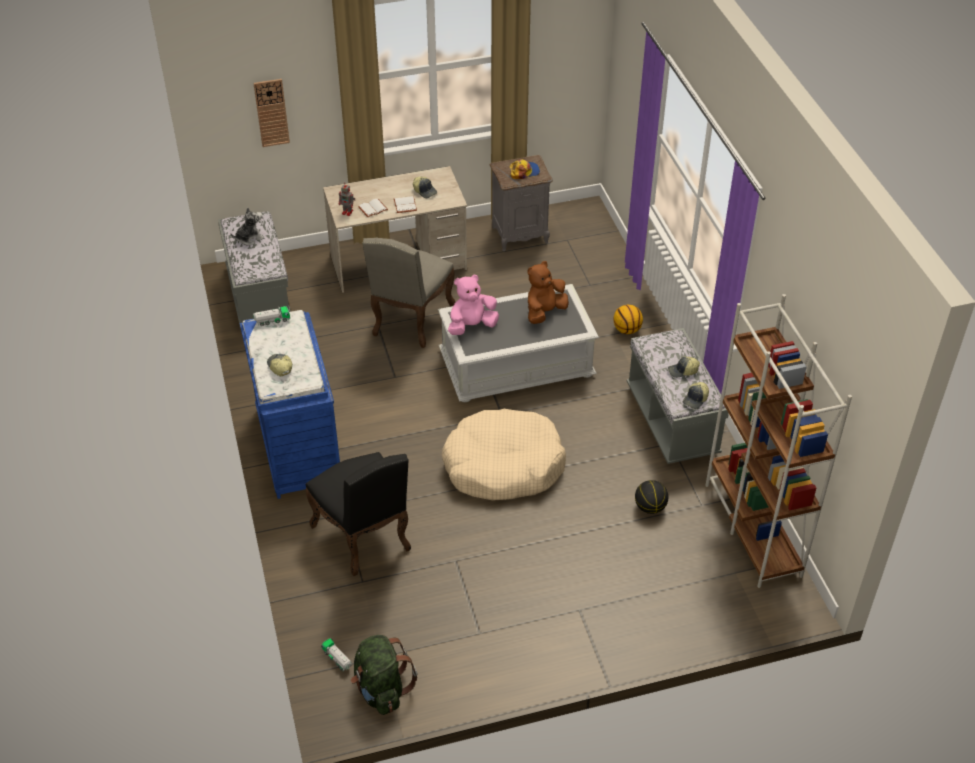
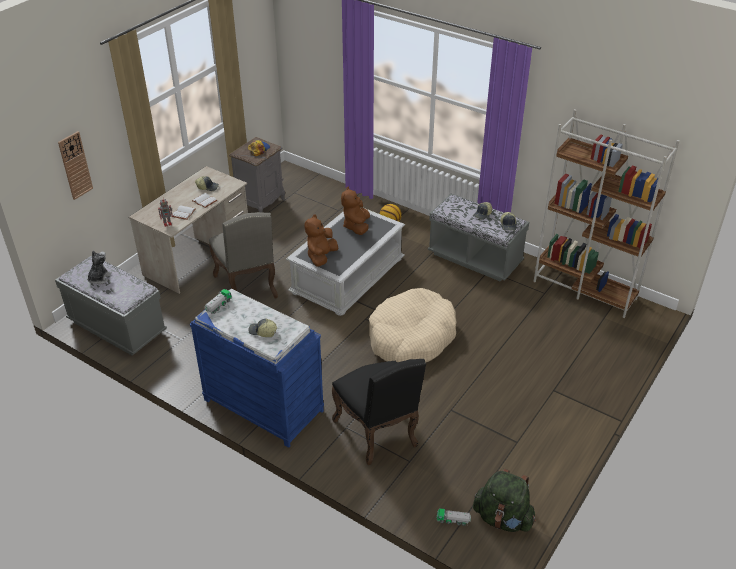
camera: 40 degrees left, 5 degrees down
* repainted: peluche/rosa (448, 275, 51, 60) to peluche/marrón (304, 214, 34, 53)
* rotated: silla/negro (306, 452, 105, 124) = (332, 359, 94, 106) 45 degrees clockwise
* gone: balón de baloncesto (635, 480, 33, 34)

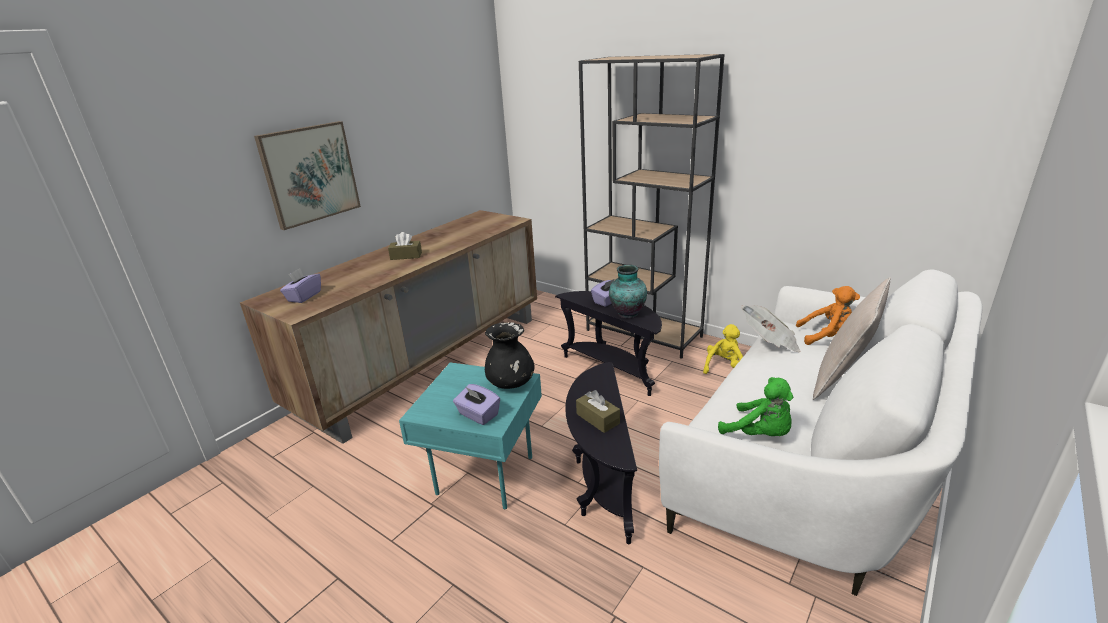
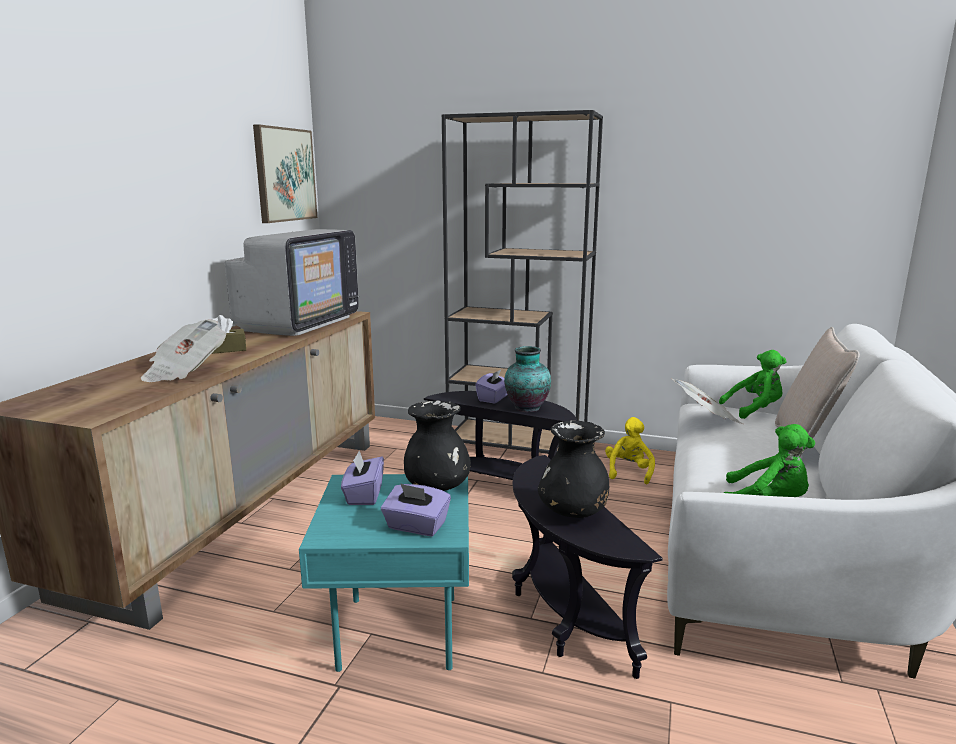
camera: 20 degrees left, 10 degrees down
* new: periódico (141, 319, 85, 63)
* new: televisor (225, 229, 134, 107)
* shifted: cuadro (254, 121, 107, 109) to (253, 124, 64, 99)
* shifted: caja de pañuelos/morado (280, 269, 41, 34) to (341, 451, 43, 54)
* swapped: caja de pañuelos/marrón (576, 390, 44, 43) to florero/negro (538, 421, 71, 97)
* repainted: peluche/naranja (796, 286, 64, 59) to peluche/verde (719, 350, 68, 69)

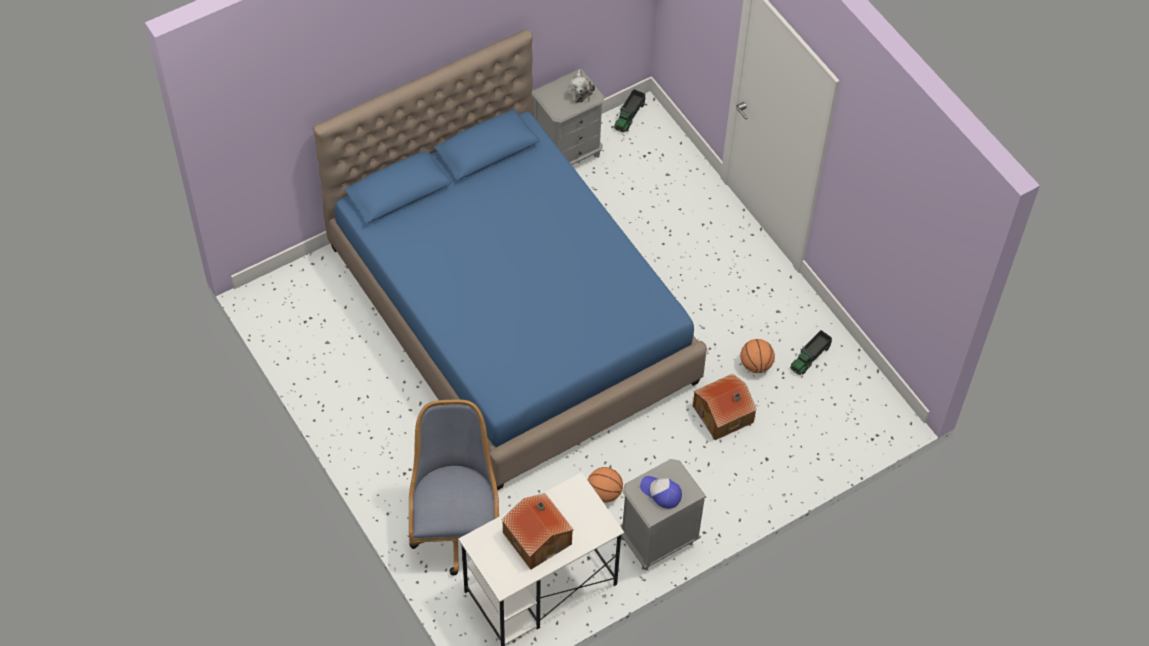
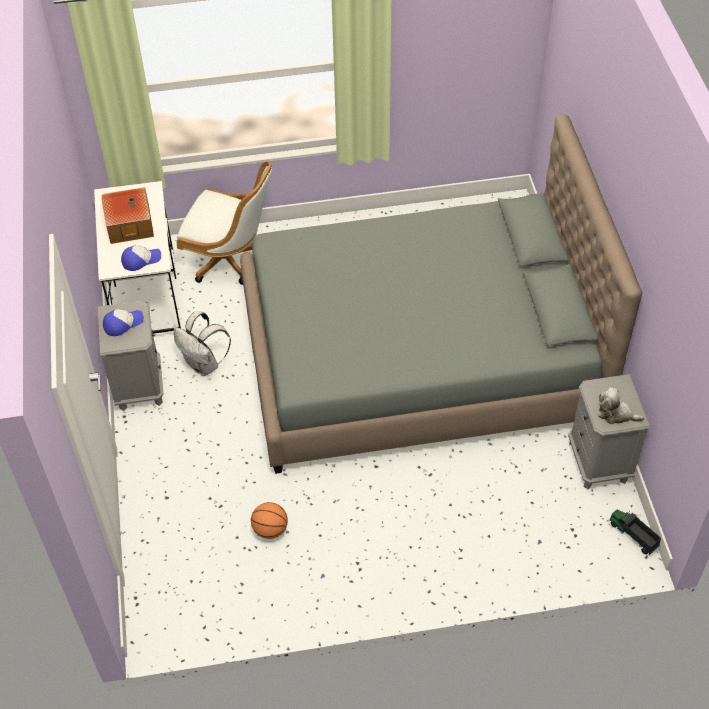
camera: 115 degrees right, 5 degrees down
* new: gorra (121, 245, 40, 26)
* swapped: balón de baloncesto (588, 467, 35, 36) to mochila/blanco (174, 311, 57, 65)
* repainted: silla de oficina/azul (409, 400, 90, 175) to silla de oficina/blanco (177, 161, 95, 124)
* repainted: cama/azul (313, 29, 394, 461) to cama/gris (240, 114, 402, 360)
* gone: casita (693, 374, 64, 66)
* gone: camión de juguete (790, 330, 42, 45)

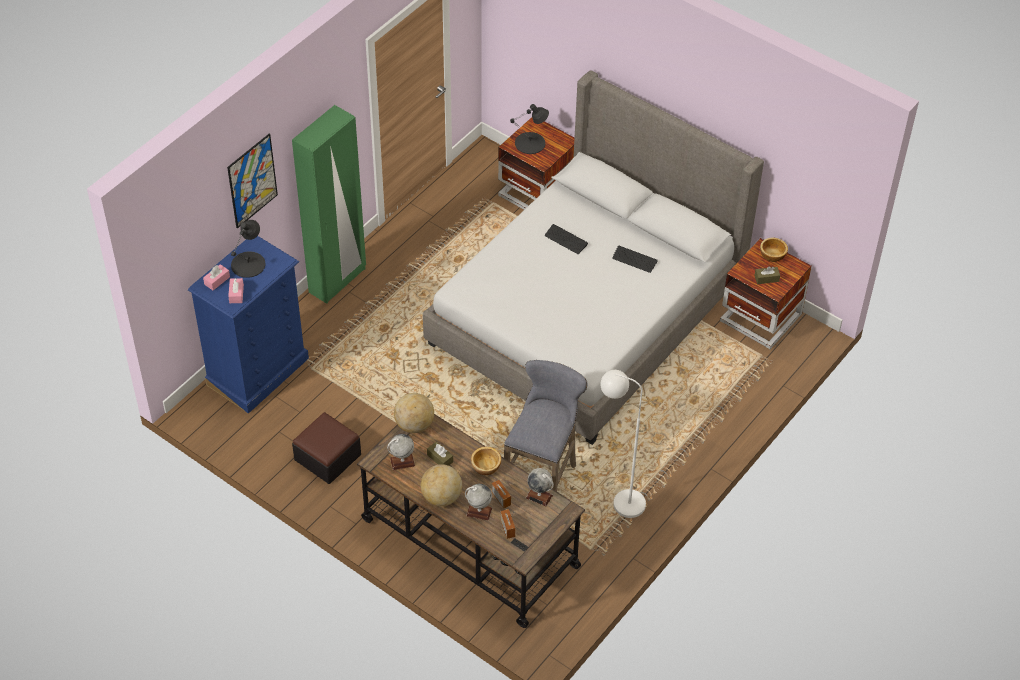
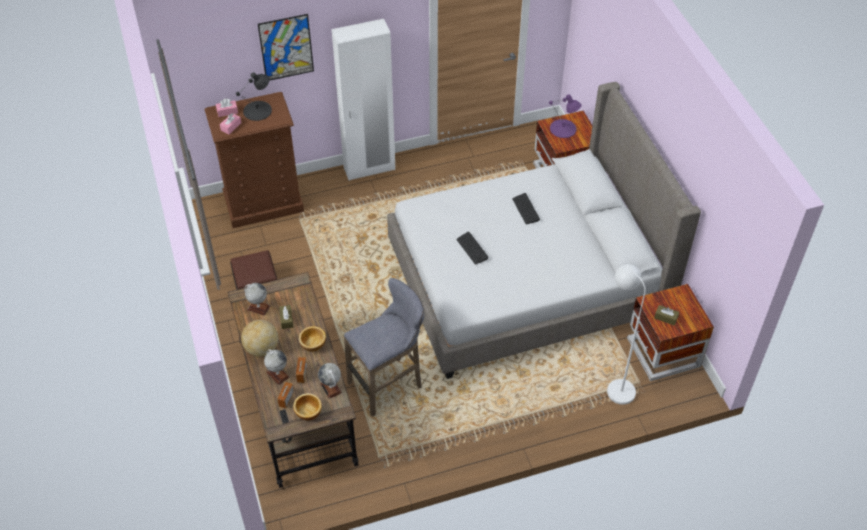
camera: 35 degrees right, 0 degrees up
* repainted: cómoda/azul (188, 236, 121, 178) to cómoda/marrón (204, 92, 100, 136)
* shifted: cuenco (760, 238, 28, 24) to (293, 393, 29, 27)
* repainted: armario ropero/verde (292, 105, 74, 199) to armario ropero/blanco (331, 19, 64, 162)
* shifted: teclado (612, 246, 46, 27) to (456, 232, 33, 33)
* repainted: lámpara de mesa/negro (510, 104, 39, 50) to lámpara de mesa/morado (549, 94, 33, 44)
* shifted: lámpara de pie/blanco (601, 370, 45, 148) to (607, 264, 39, 141)
* gone: globo terráqueo (394, 393, 40, 40)

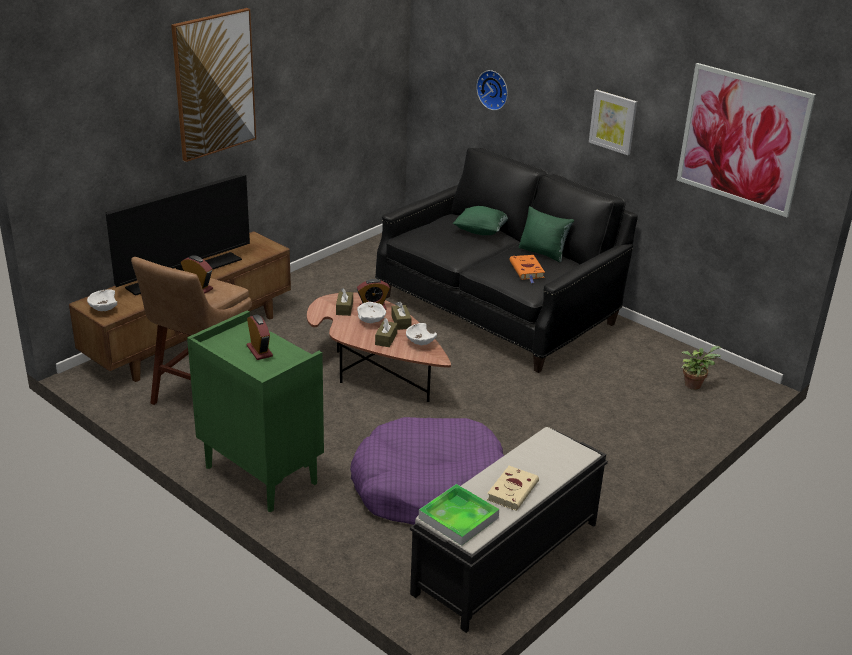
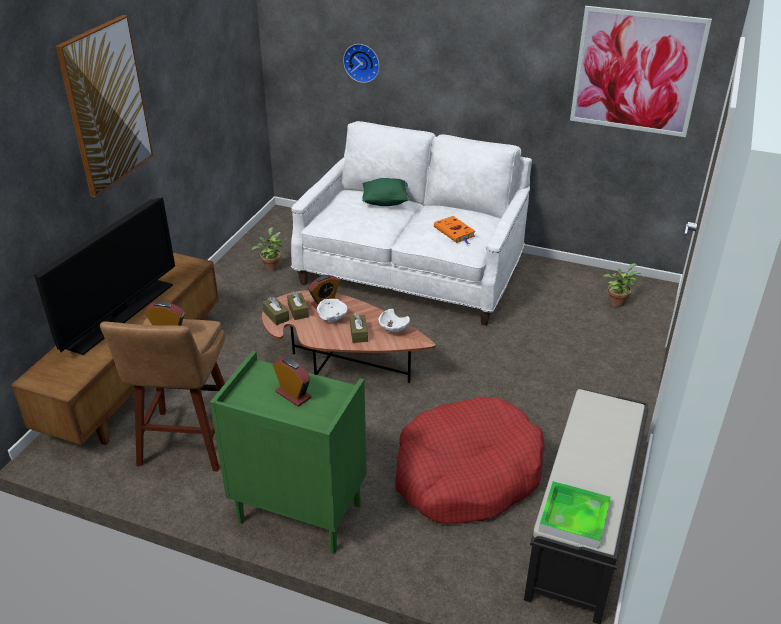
camera: 20 degrees left, 5 degrees up
* new: planta en maceta (252, 227, 30, 45)
* shifted: caja de pañuelos/marrón (391, 302, 21, 28) to (262, 297, 27, 28)
* repainted: sofá/negro (375, 148, 263, 225) to sofá/blanco (291, 121, 241, 205)
* repainted: cama para perro/morado (350, 417, 154, 108) to cama para perro/rojo (395, 397, 150, 127)
* gone: cuenco/blanco (87, 289, 30, 22)
* gone: libro/beis (487, 466, 52, 45)
* gone: cojín/verde (519, 206, 55, 56)
* gone: cuadro (589, 90, 48, 65)

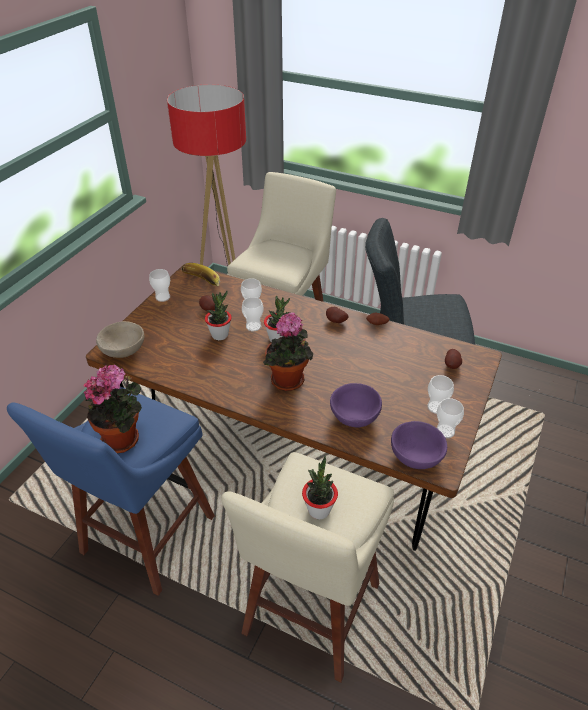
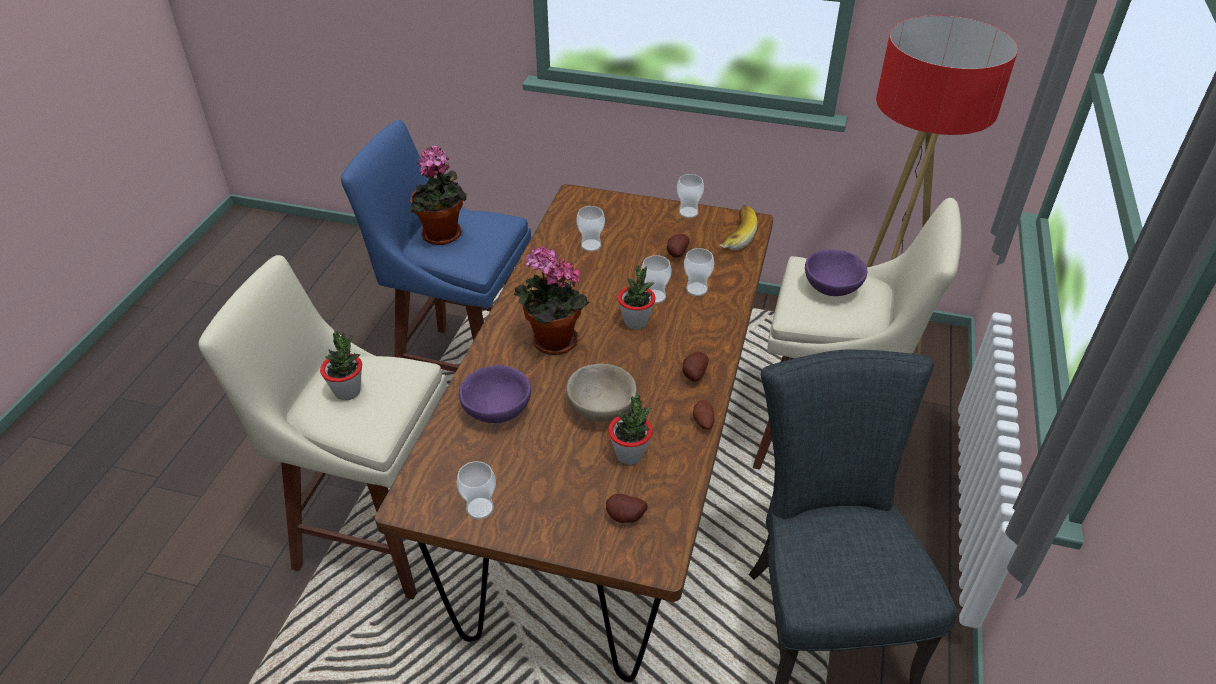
camera: 80 degrees right, 0 degrees up
* shifted: cuenco/beis (96, 321, 48, 37) to (566, 364, 71, 58)
* shifted: taza (427, 375, 27, 39) to (576, 206, 29, 46)
* shifted: planta en maceta (205, 291, 27, 49) to (608, 393, 45, 72)
* shifted: cuenco/morado (391, 421, 56, 48) to (805, 249, 62, 47)

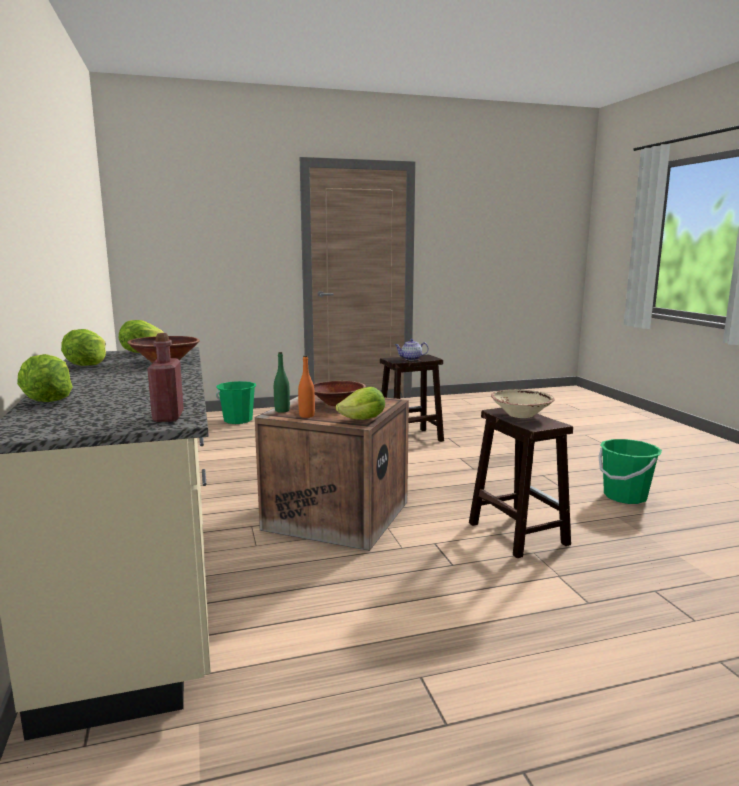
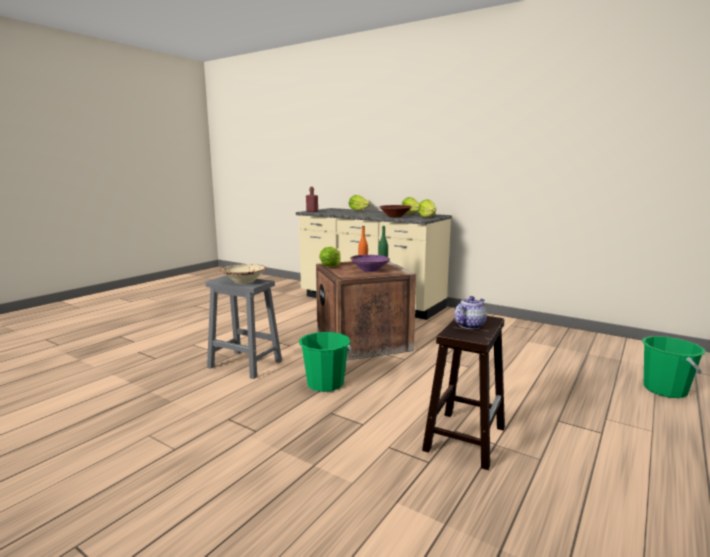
camera: 140 degrees right, 0 degrees up
* repainted: taburete/marrón (469, 408, 104, 150) to taburete/gris (205, 275, 77, 104)
* shifted: cubo/verde (598, 439, 64, 65) to (299, 332, 53, 60)
* repainted: cuenco/marrón (313, 381, 53, 25) to cuenco/morado (350, 255, 40, 17)

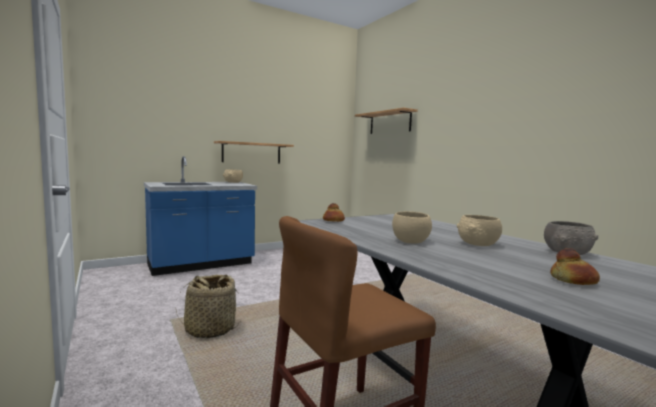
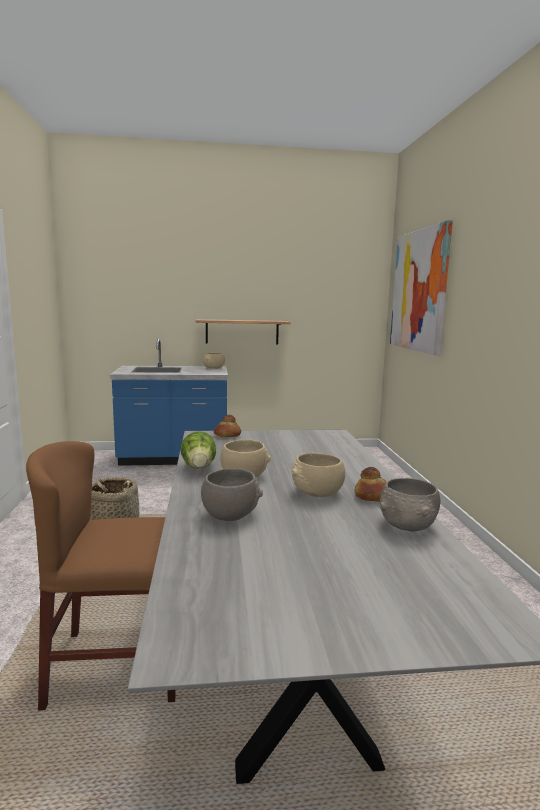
camera: 25 degrees right, 5 degrees up
* new: lechuga (180, 431, 36, 38)
* new: cuenco/gris (201, 468, 62, 53)
* shifted: pan (550, 248, 50, 37) to (354, 467, 32, 35)
* swapped: estante (355, 108, 63, 26) to cuadro (390, 220, 63, 135)

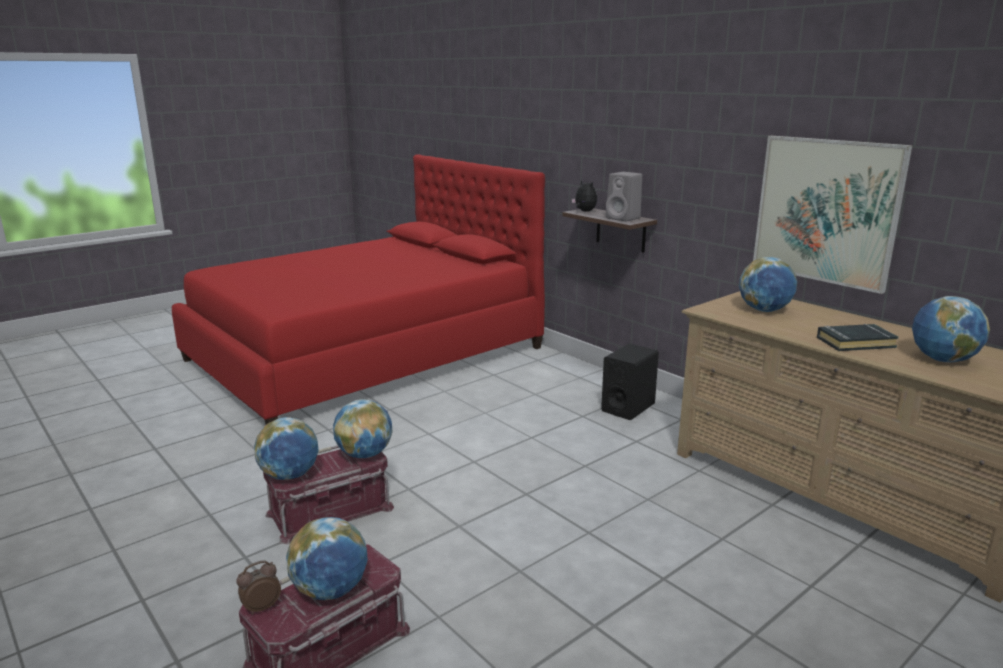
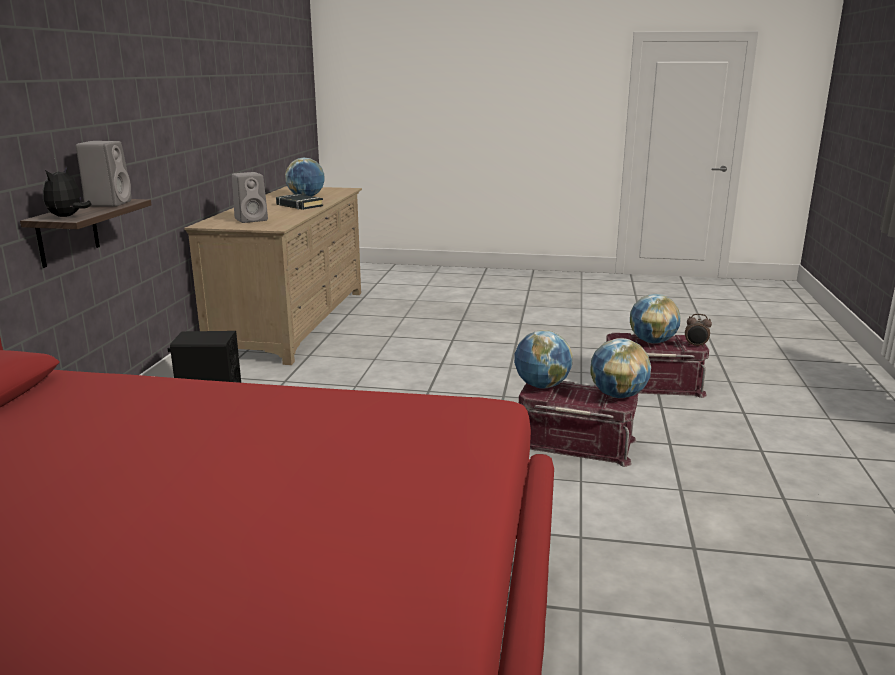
camera: 130 degrees left, 0 degrees up
* swapped: globo terráqueo (739, 257, 58, 55) to altavoz/gris (232, 172, 36, 51)
* gone: cuadro (753, 136, 160, 158)

